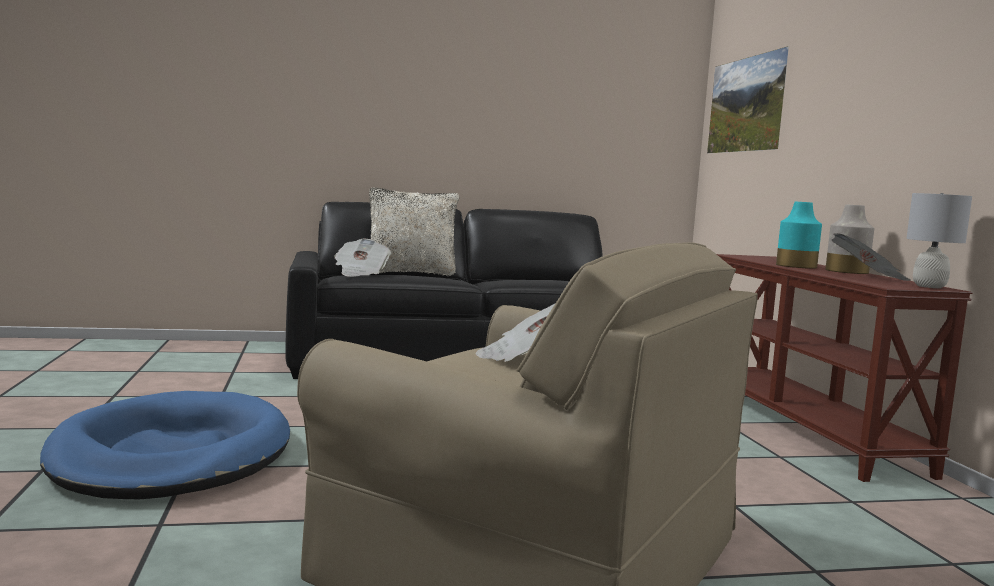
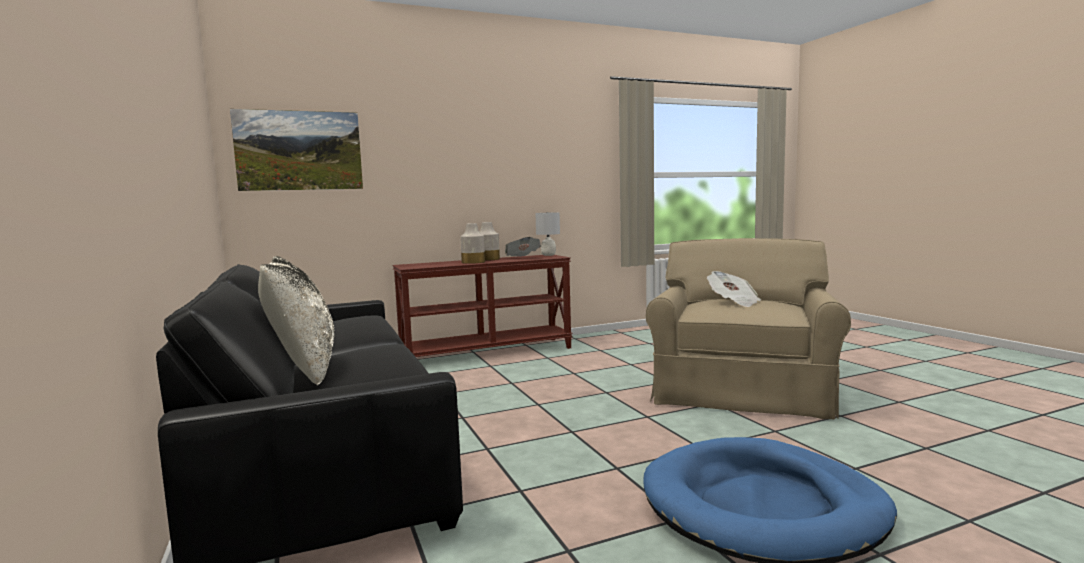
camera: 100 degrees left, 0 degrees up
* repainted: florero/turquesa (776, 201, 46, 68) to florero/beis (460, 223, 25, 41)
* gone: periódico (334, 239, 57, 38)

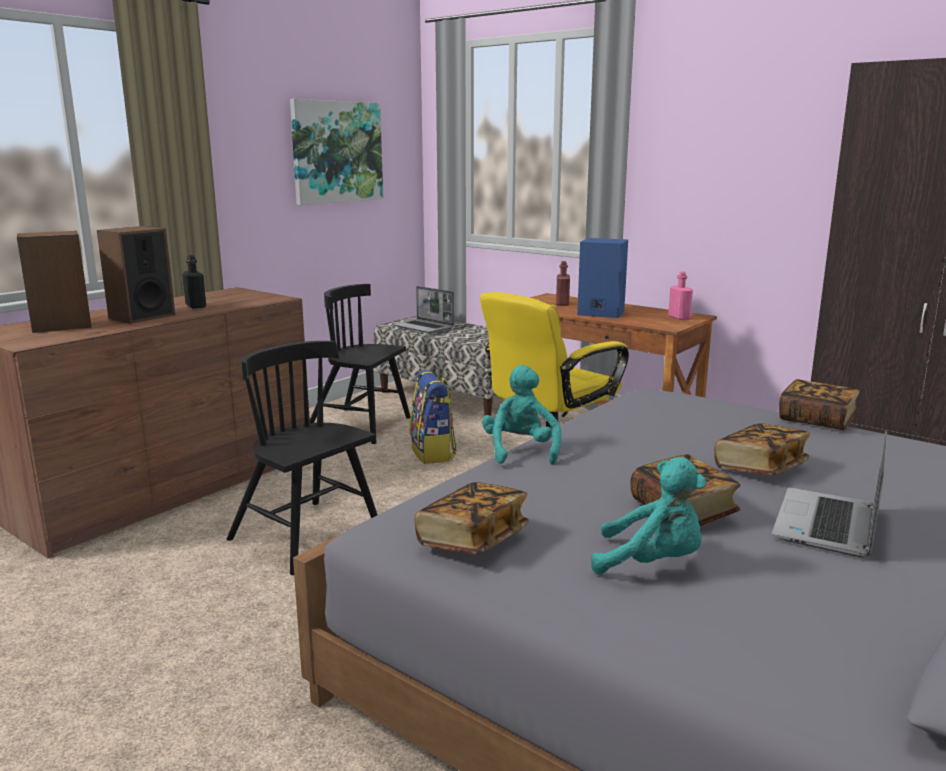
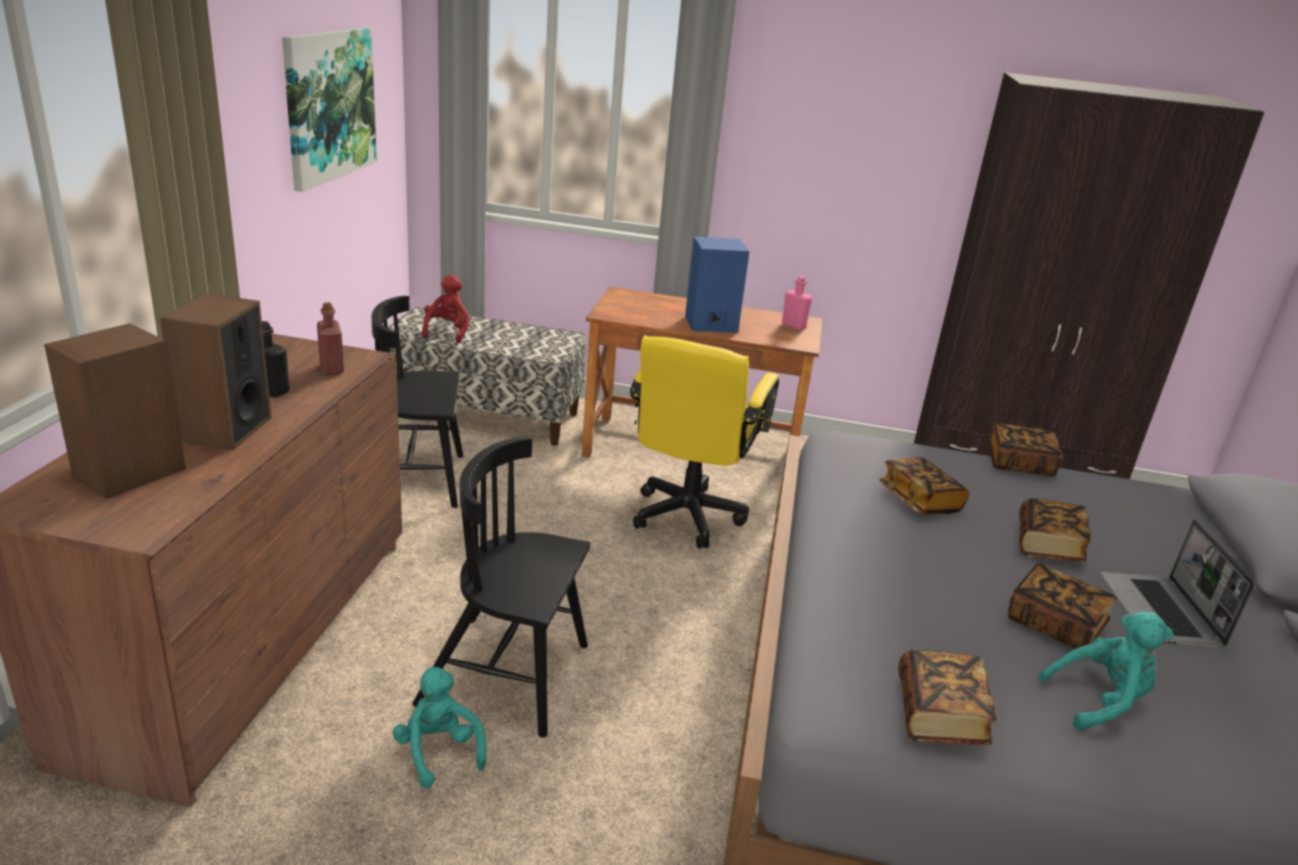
camera: 30 degrees left, 10 degrees up
* shifted: botella/rojo (556, 261, 14, 45) to (317, 302, 27, 73)
* shifted: peluche/turquesa (482, 365, 80, 100) to (393, 666, 94, 122)
* swapped: portátil (393, 286, 61, 47) to peluche/rojo (422, 274, 48, 69)
* new: libro (880, 457, 89, 57)
* gone: mochila (410, 370, 47, 94)

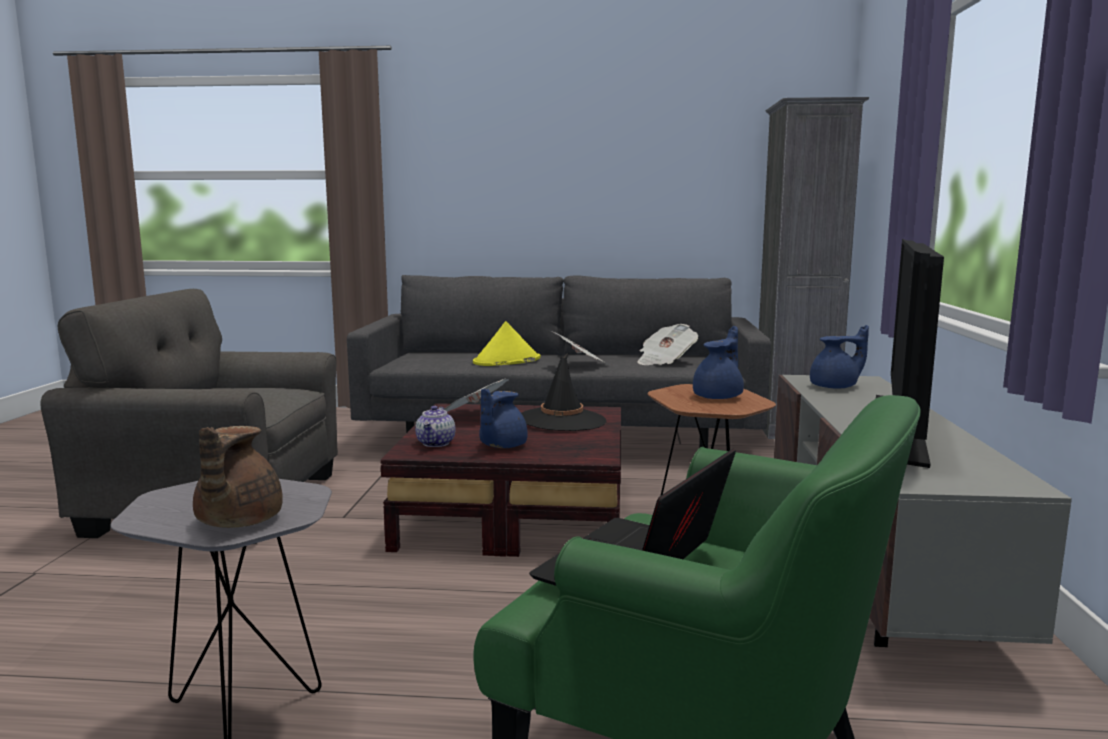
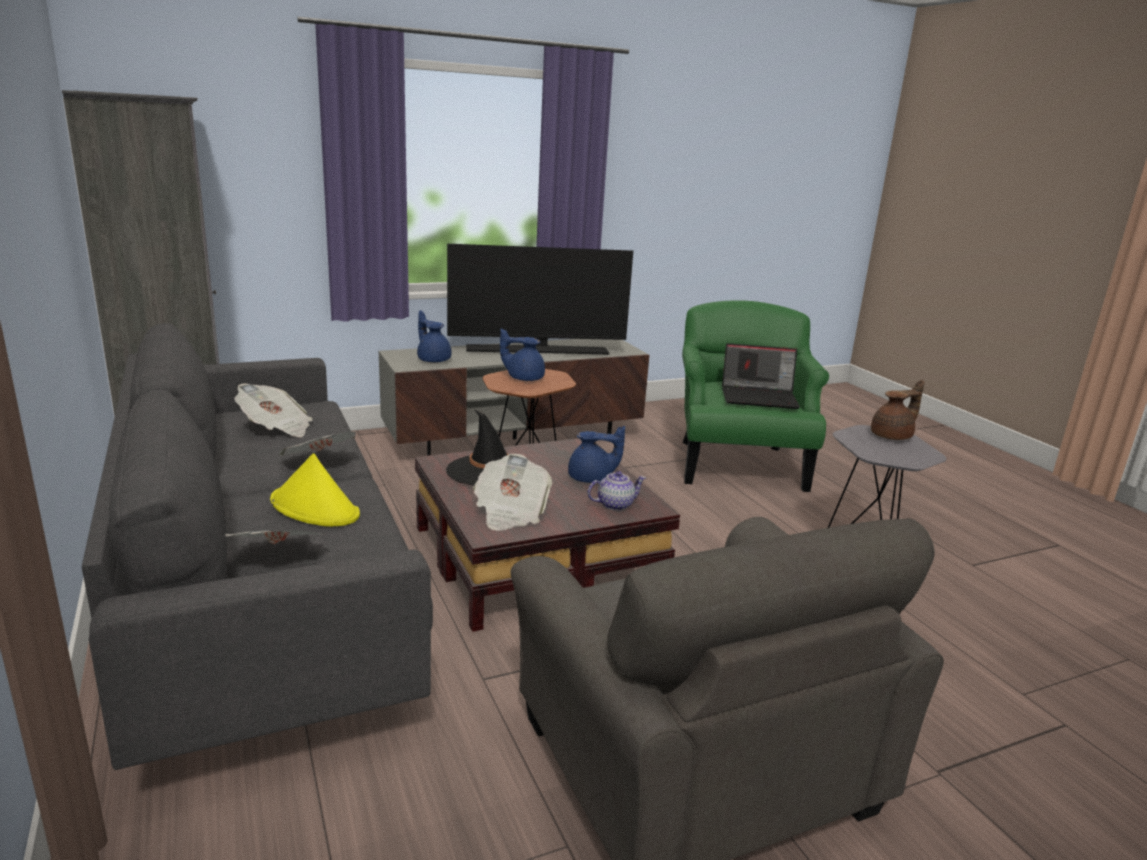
camera: 120 degrees left, 10 degrees up
* new: periódico (225, 530, 98, 14)

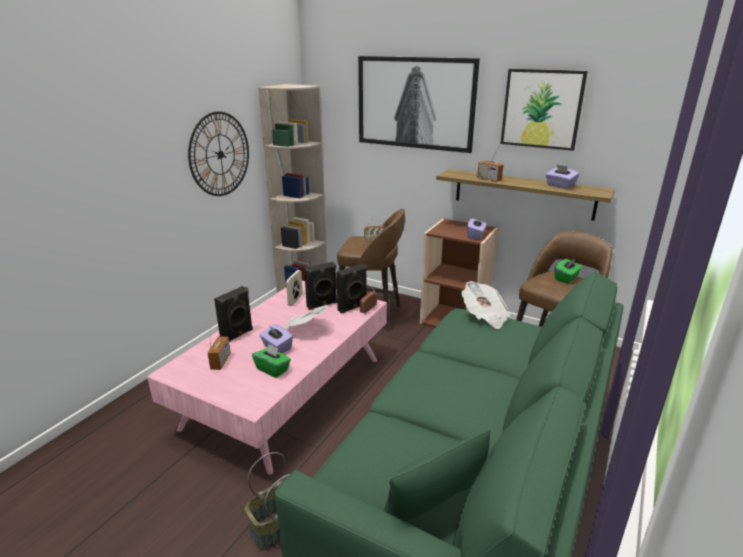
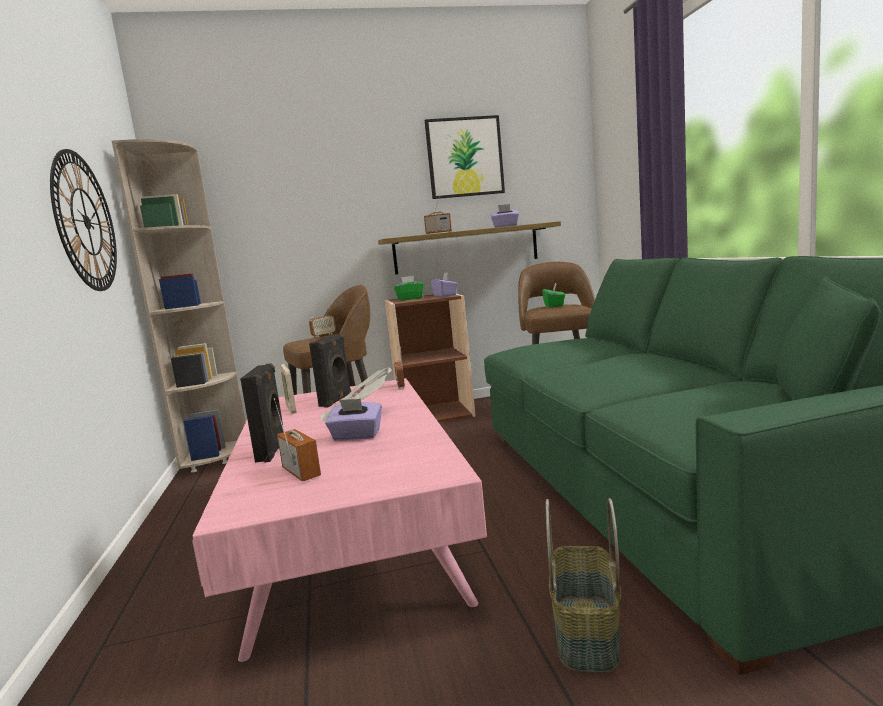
camera: 40 degrees left, 15 degrees down
* shifted: caja de pañuelos/verde (252, 343, 39, 35) to (394, 276, 30, 25)
* gone: altavoz/negro (336, 264, 31, 50)
* gone: cuadro (358, 56, 122, 97)
* gone: periódico (461, 281, 50, 48)

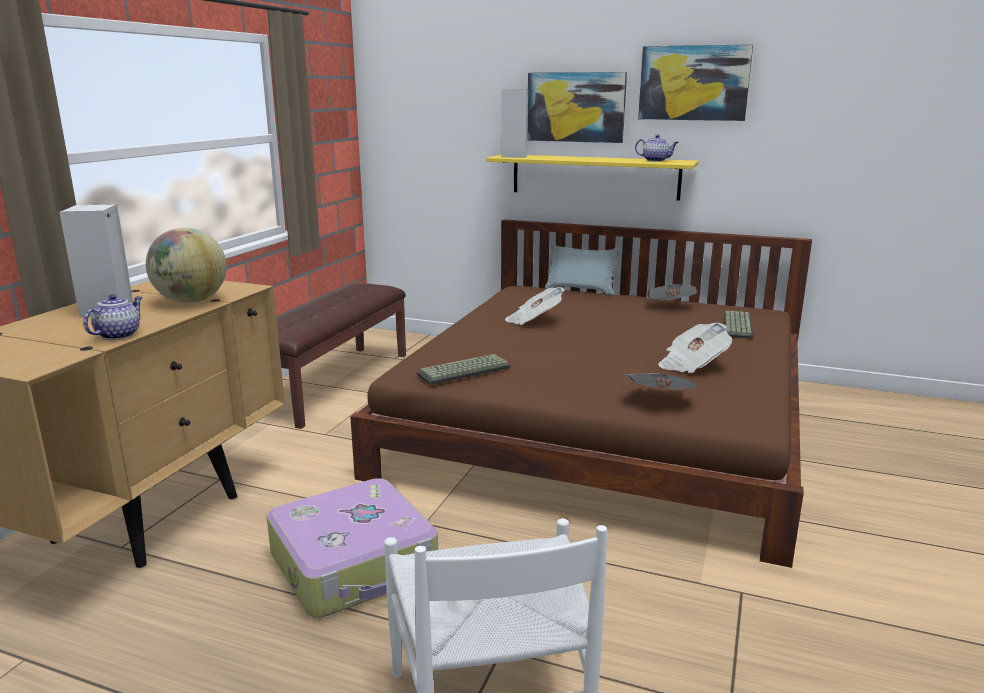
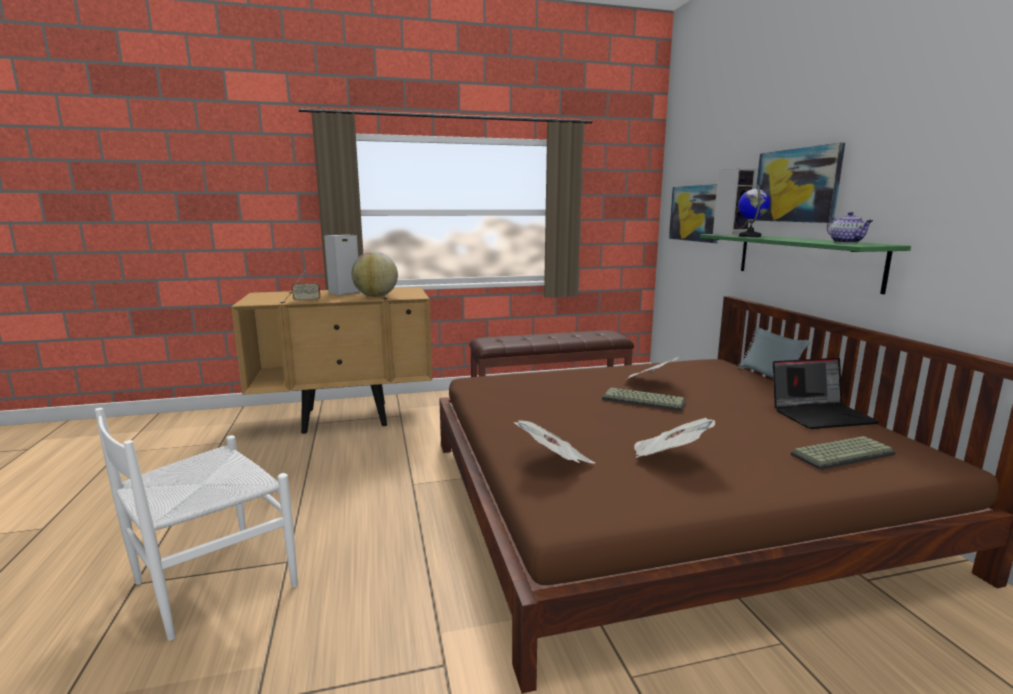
camera: 55 degrees right, 5 degrees down
* swapped: tetera (83, 294, 59, 46) to radio (292, 270, 28, 32)
* shifted: teclado (417, 354, 94, 31) to (602, 387, 84, 24)
* shifted: cuadro (638, 44, 115, 77) to (669, 184, 49, 59)
* repainted: estante/amarillo (486, 154, 213, 47) to estante/verde (700, 234, 211, 60)
* new: globo terráqueo (738, 185, 32, 52)
* swapped: periódico (646, 284, 51, 16) to portátil (773, 358, 107, 71)
* gone: maleta (266, 478, 172, 140)

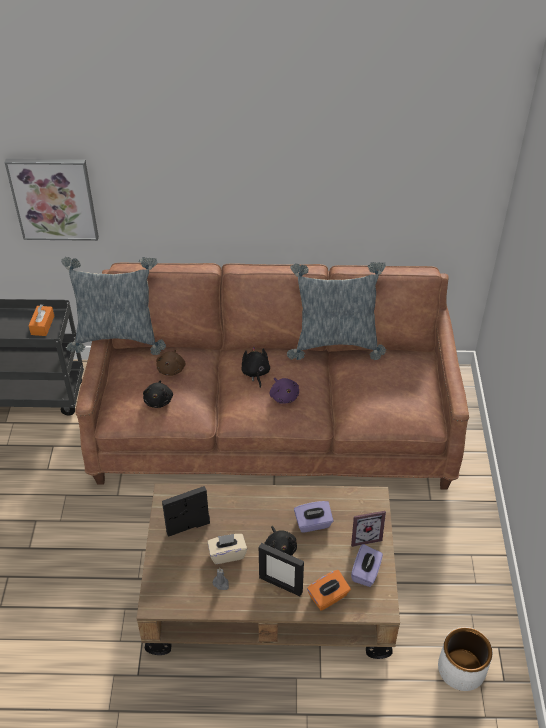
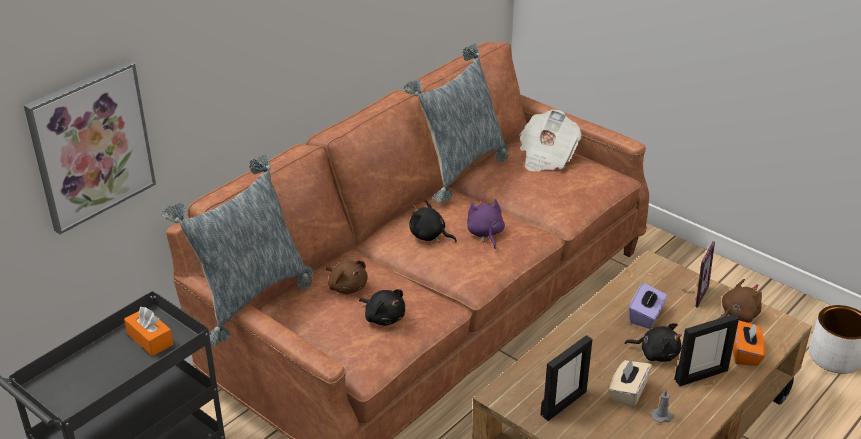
camera: 50 degrees left, 10 degrees down
* rotated: peluche/morado (270, 378, 29, 26) = (467, 198, 38, 51) 120 degrees counterclockwise
* new: periódico (519, 110, 63, 61)
* rotated: portarretratos (162, 486, 48, 51) = (540, 335, 53, 86) 150 degrees counterclockwise
* swapped: caja de pañuelos/morado (351, 544, 32, 43) to peluche/marrón (718, 279, 44, 44)

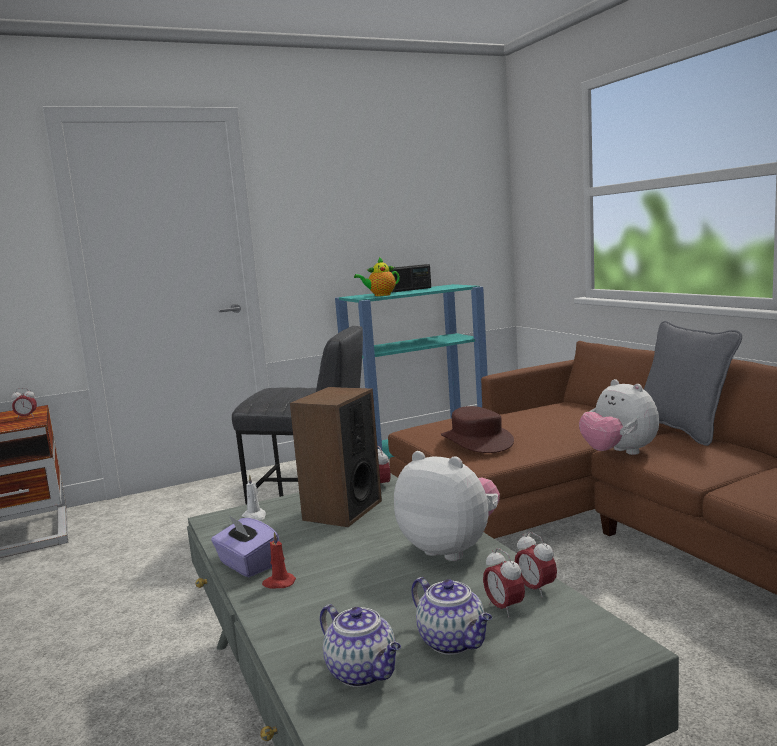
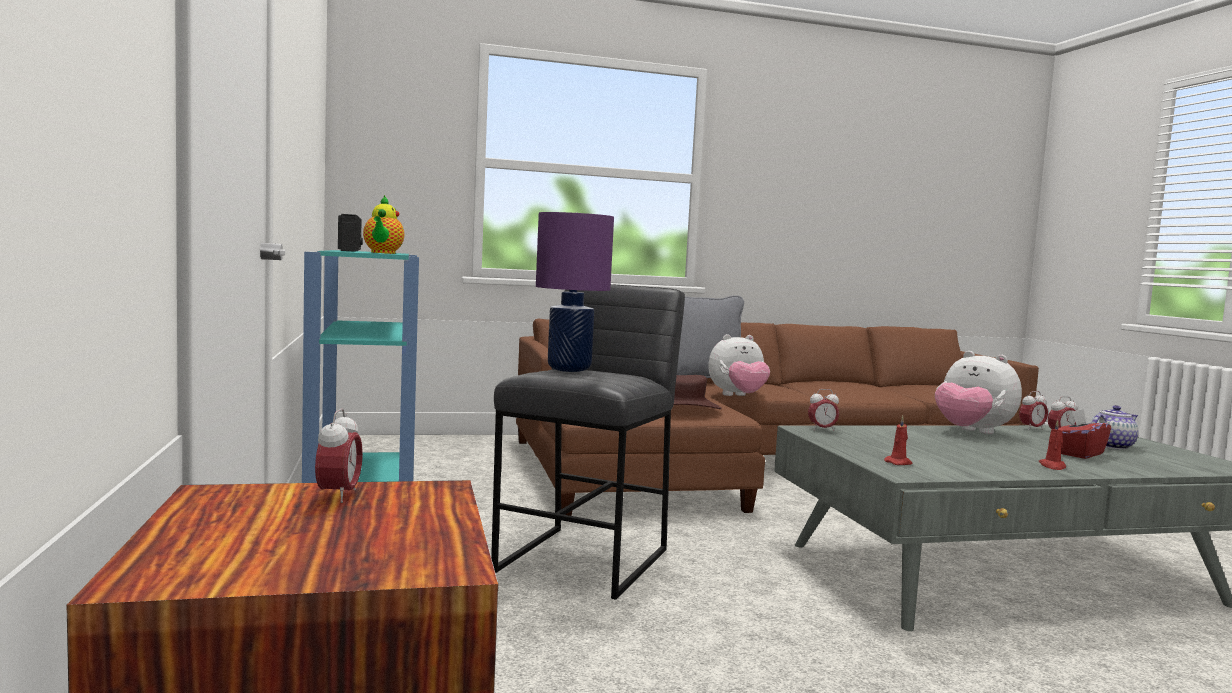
camera: 80 degrees left, 5 degrees down
* new: lámpara de mesa/morado (536, 212, 78, 160)
* repainted: vela/blanco (242, 474, 24, 46) to vela/rojo (884, 416, 28, 49)
* rotated: peluche (394, 451, 106, 110) = (935, 351, 87, 83) 90 degrees counterclockwise
* new: caja de pañuelos/rojo (1058, 409, 53, 50)
* gone: caja de pañuelos/morado (211, 515, 68, 62)
* gone: altavoz (290, 387, 92, 140)
* gone: tetera (320, 604, 81, 83)

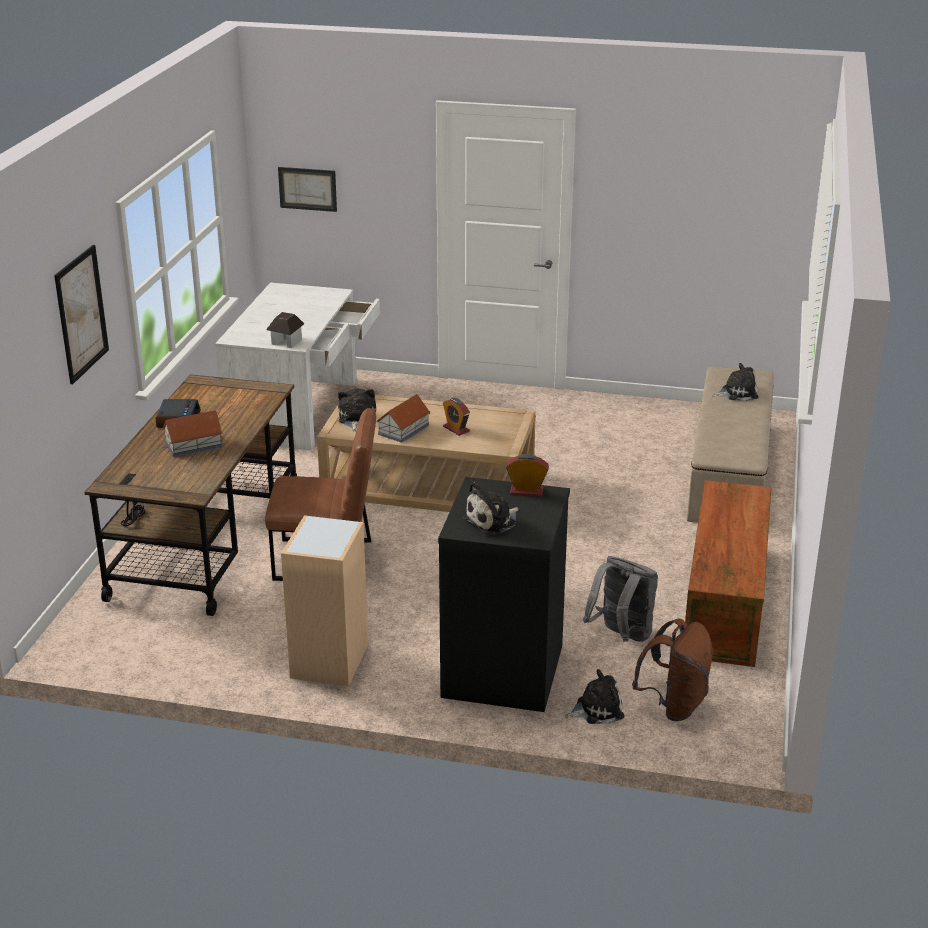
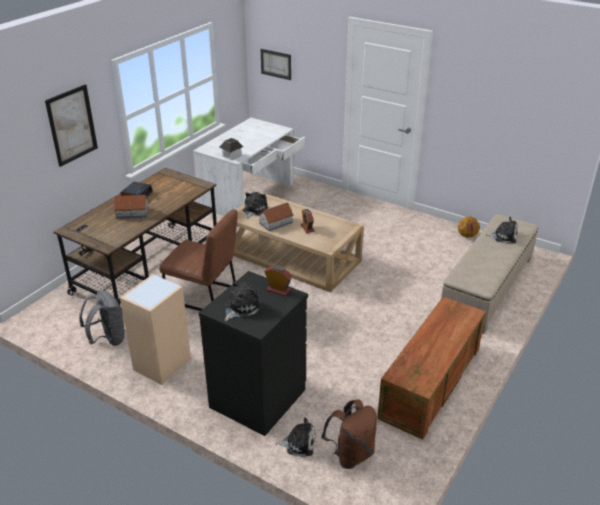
camera: 20 degrees right, 5 degrees up
* shifted: mochila/gris (583, 556, 75, 86) to (79, 290, 46, 56)
* rotated: peluche (463, 482, 56, 52) = (224, 281, 38, 40) 150 degrees clockwise
* new: balón de baloncesto (458, 216, 22, 22)

